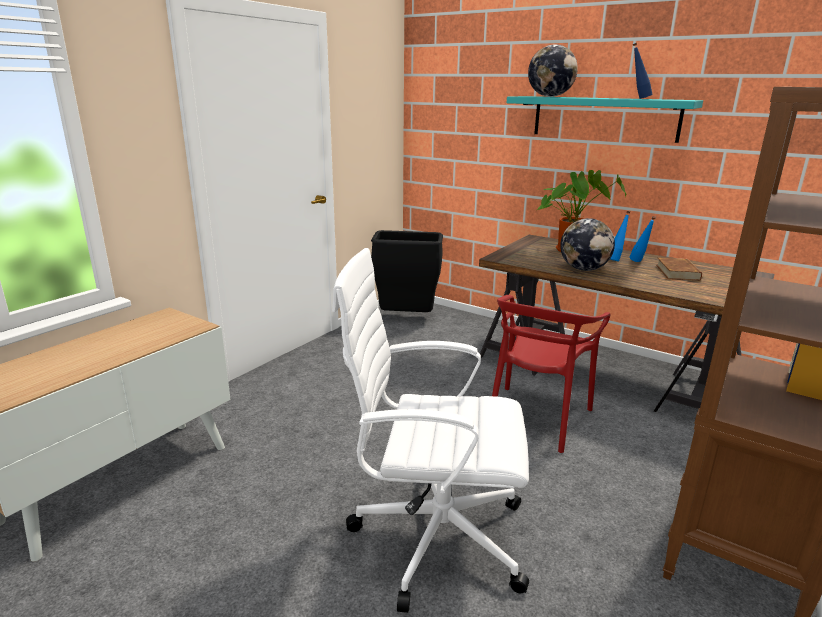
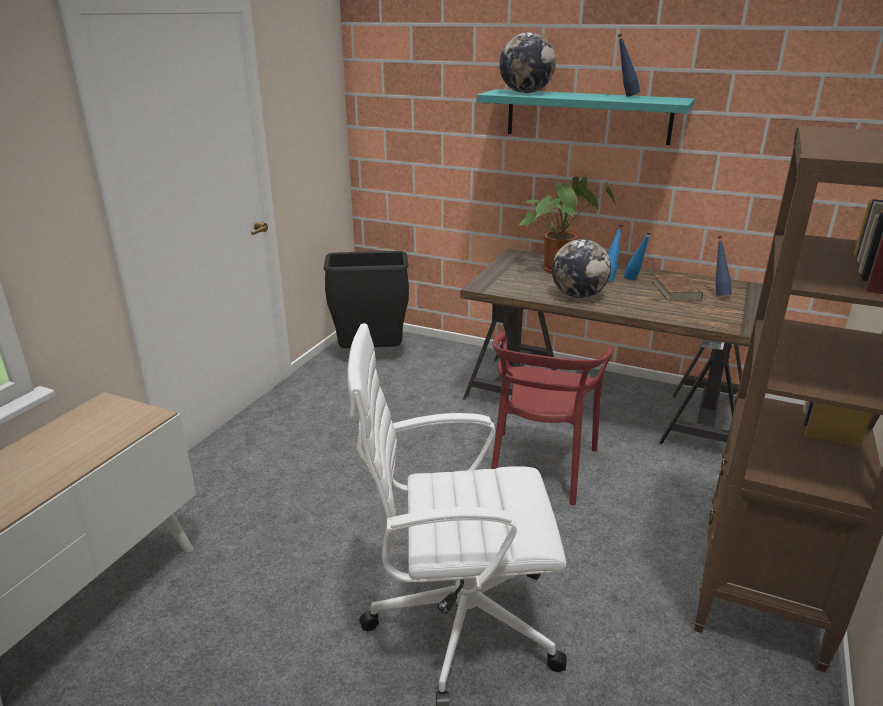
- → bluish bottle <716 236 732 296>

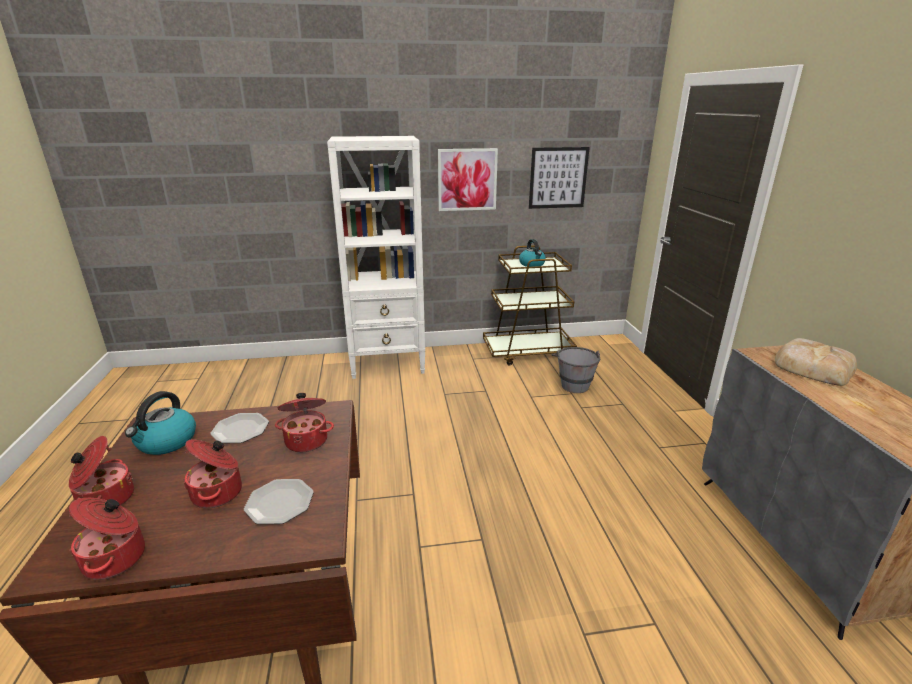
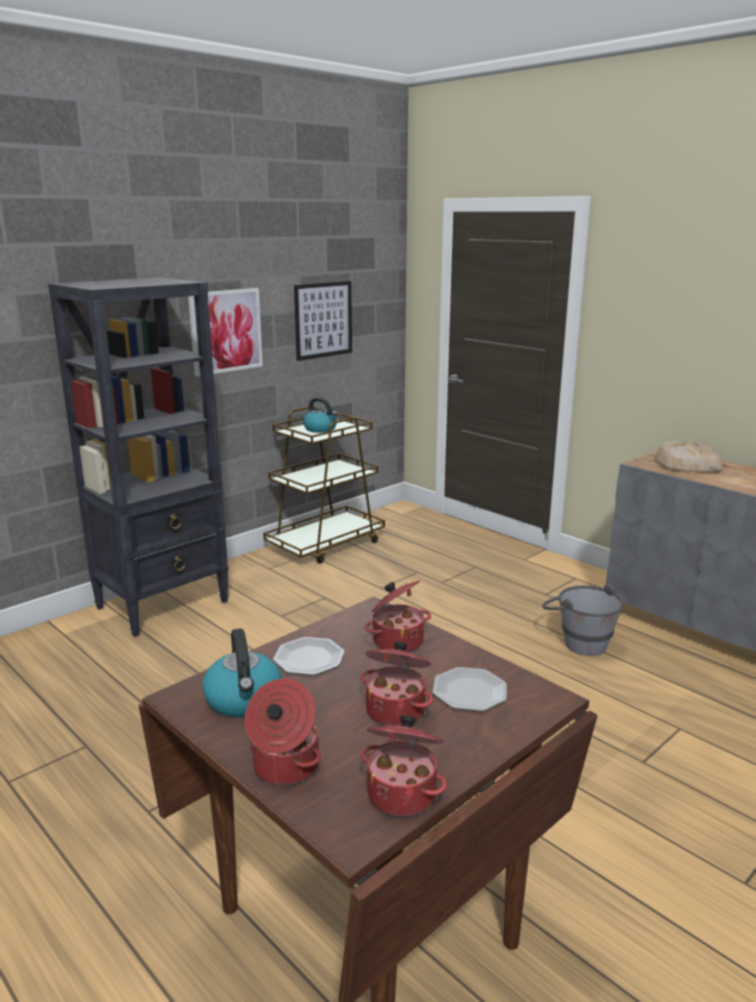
greyish bucket <552 347 600 393> → greyish bucket <542 584 624 656>, relocated
white bookcase <327 136 425 379> → black bookcase <48 277 229 637>

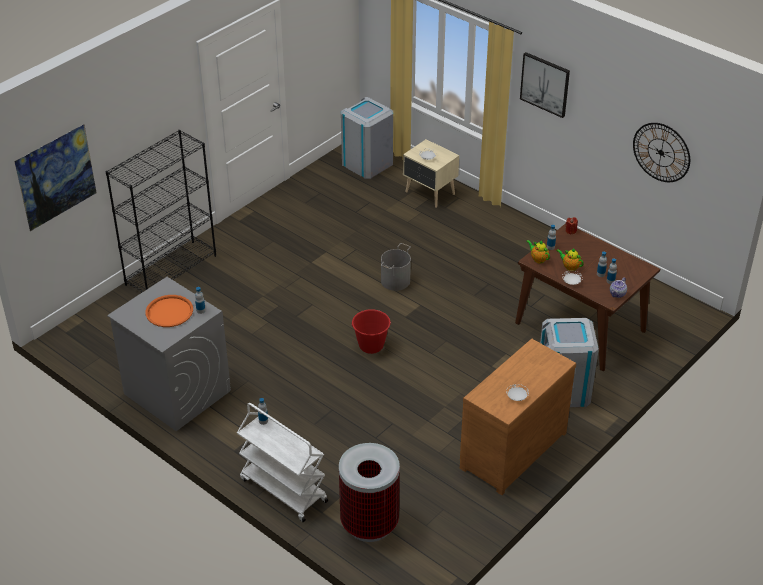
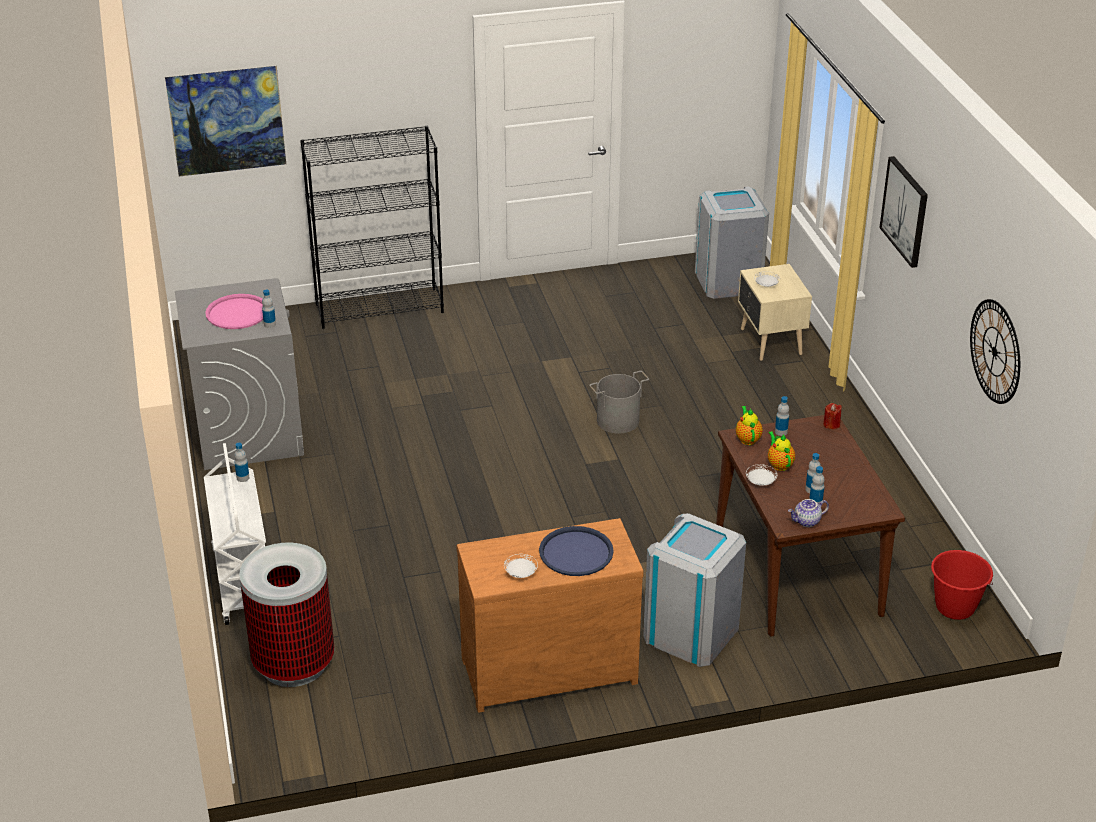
- → bluish tray <539 526 614 576>
red-coloured bucket <351 309 391 354> → red-coloured bucket <931 550 993 620>, relocated
orange tray <145 295 193 327> → pink tray <205 294 263 329>

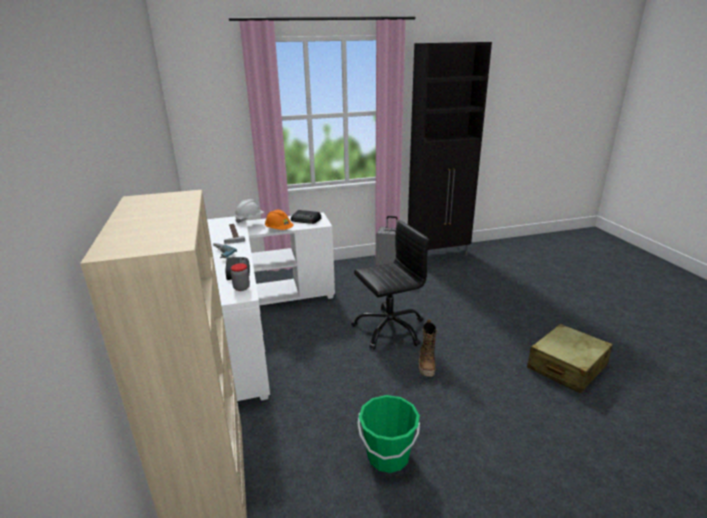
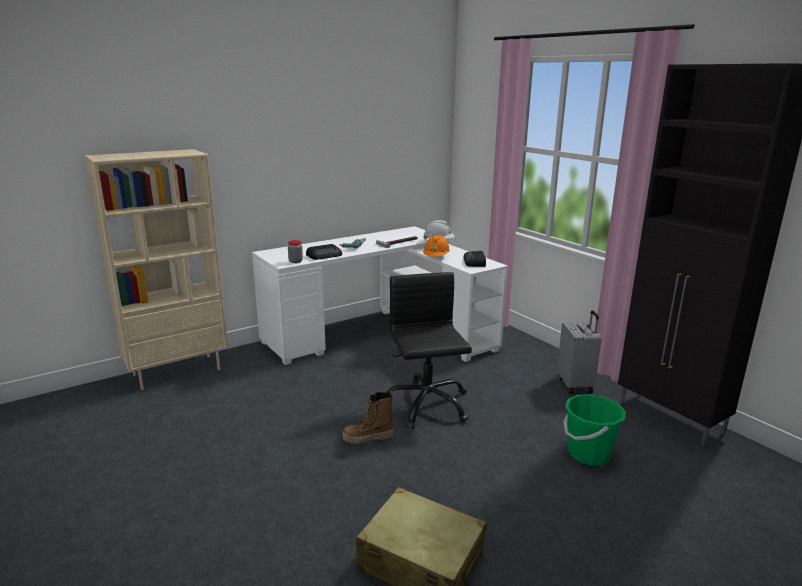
green-coloured bucket <357 395 420 473> → green-coloured bucket <564 394 626 465>, relocated
black desk chair <351 220 430 350> → black desk chair <386 272 472 429>, 150 degrees counterclockwise

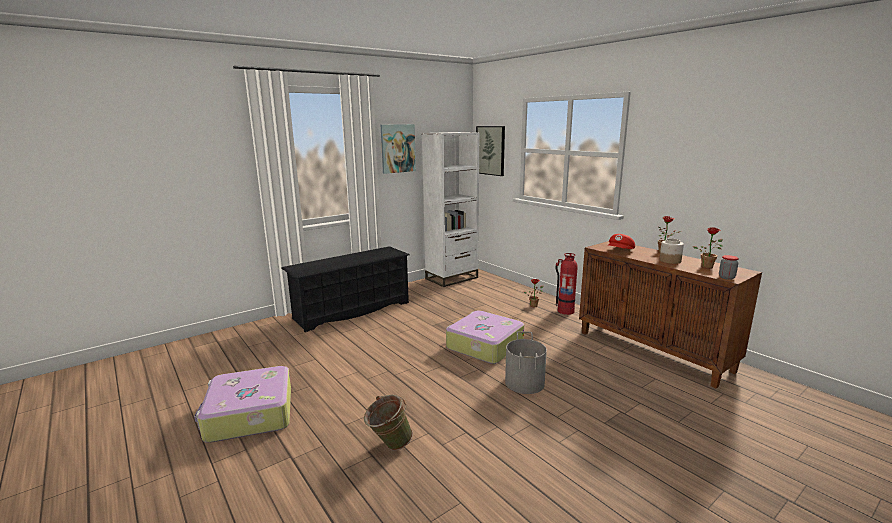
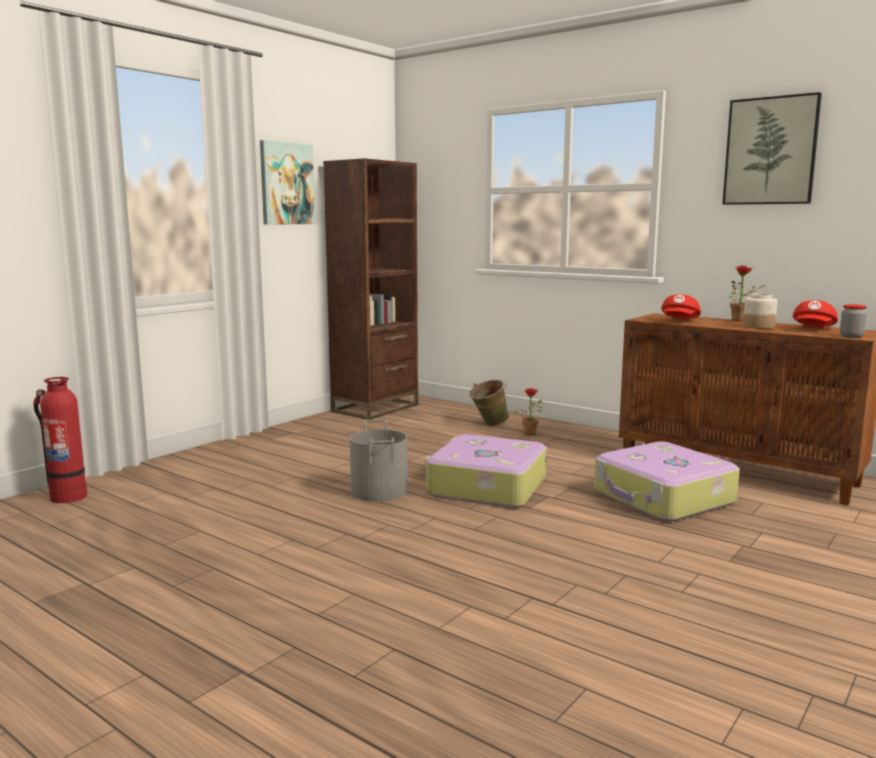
black shoe rack <281 246 410 332> → -
piece of luggage <194 366 291 442> → piece of luggage <594 441 740 522>, relocated
green-coloured bucket <364 395 413 450> → green-coloured bucket <469 380 509 426>, relocated
wall art <476 126 505 176> → wall art <723 92 822 205>, relocated
greyish bucket <505 331 547 394> → greyish bucket <350 420 408 502>, relocated
fire extinguisher <555 253 578 315> → fire extinguisher <33 377 87 503>, relocated
potted plant <693 227 723 269> → red-coloured peaked cap <793 300 838 327>
white bookcase <422 132 480 287> → brown-coloured bookcase <323 158 418 420>

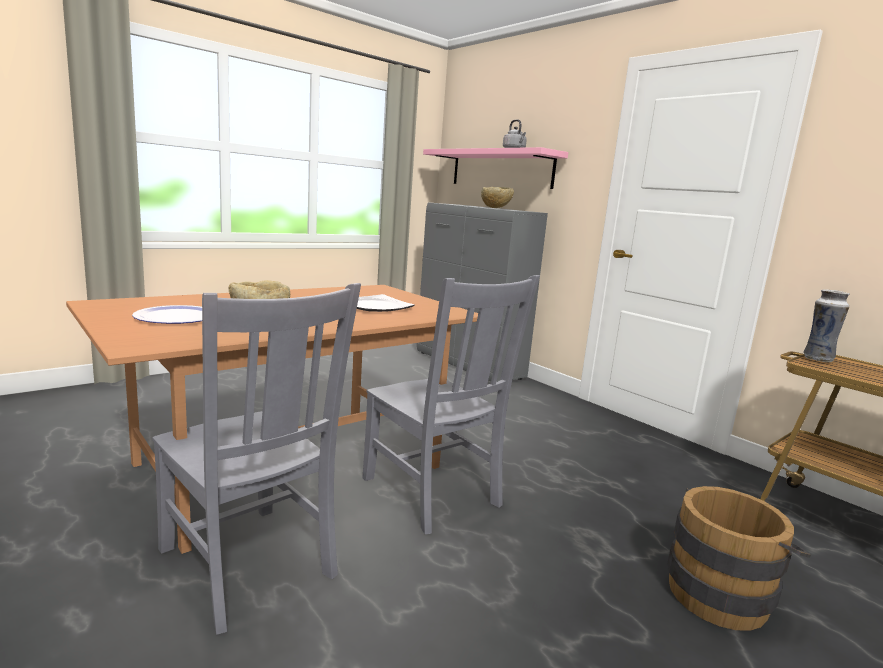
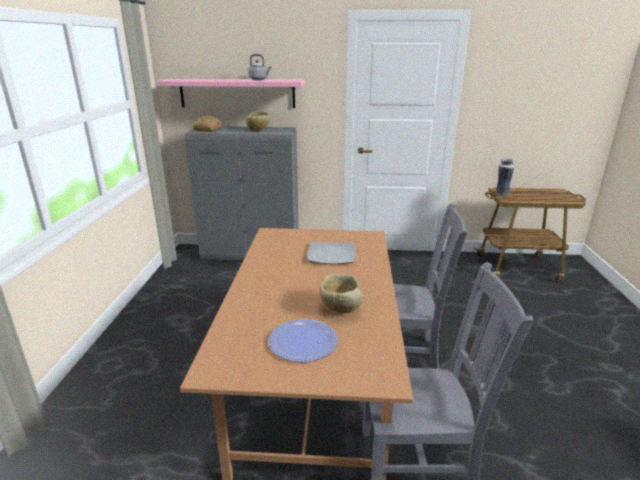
brown-coloured bucket <667 486 811 631> → -
- → bakery bread <193 115 223 132>

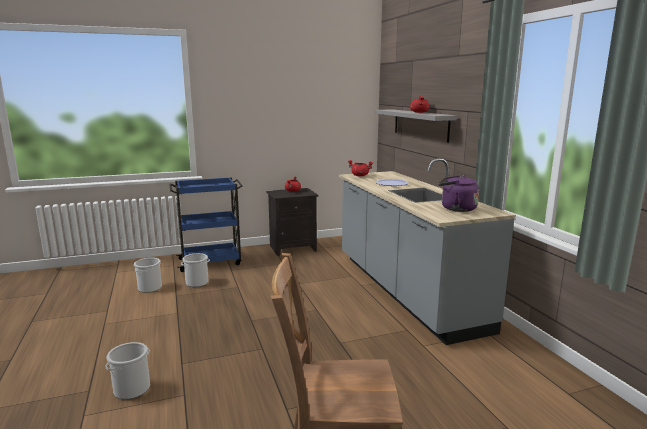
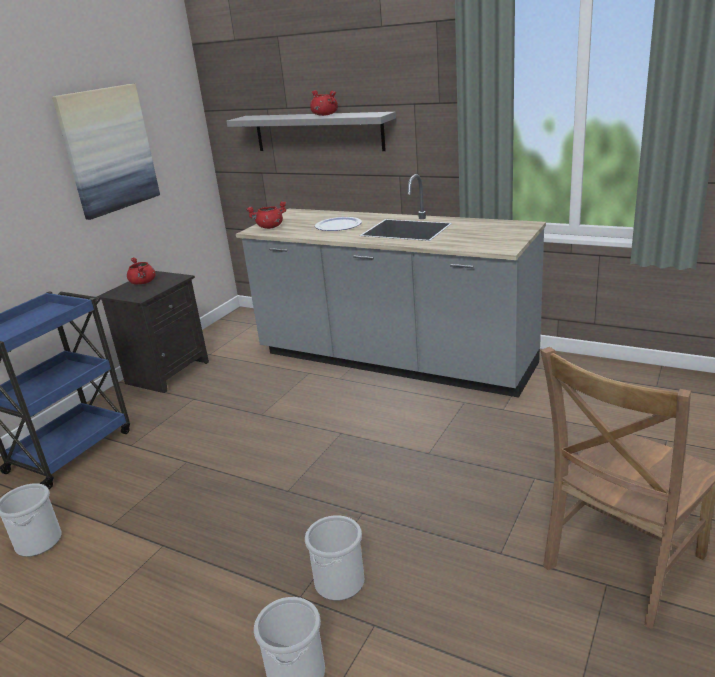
purple tea kettle <438 175 479 212> → -
- → wall art <52 84 160 220>
bucket <181 253 210 287> → bucket <305 515 365 601>, relocated

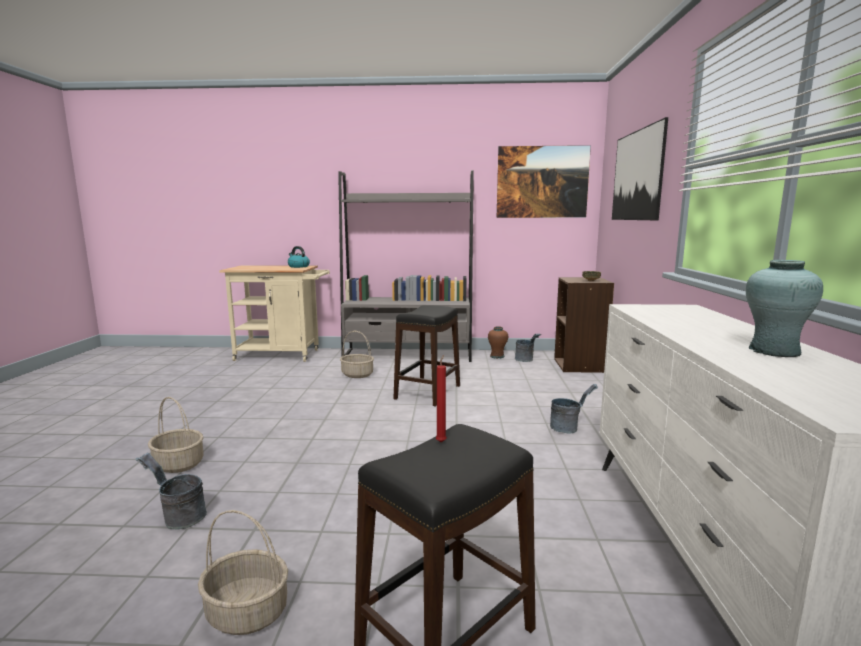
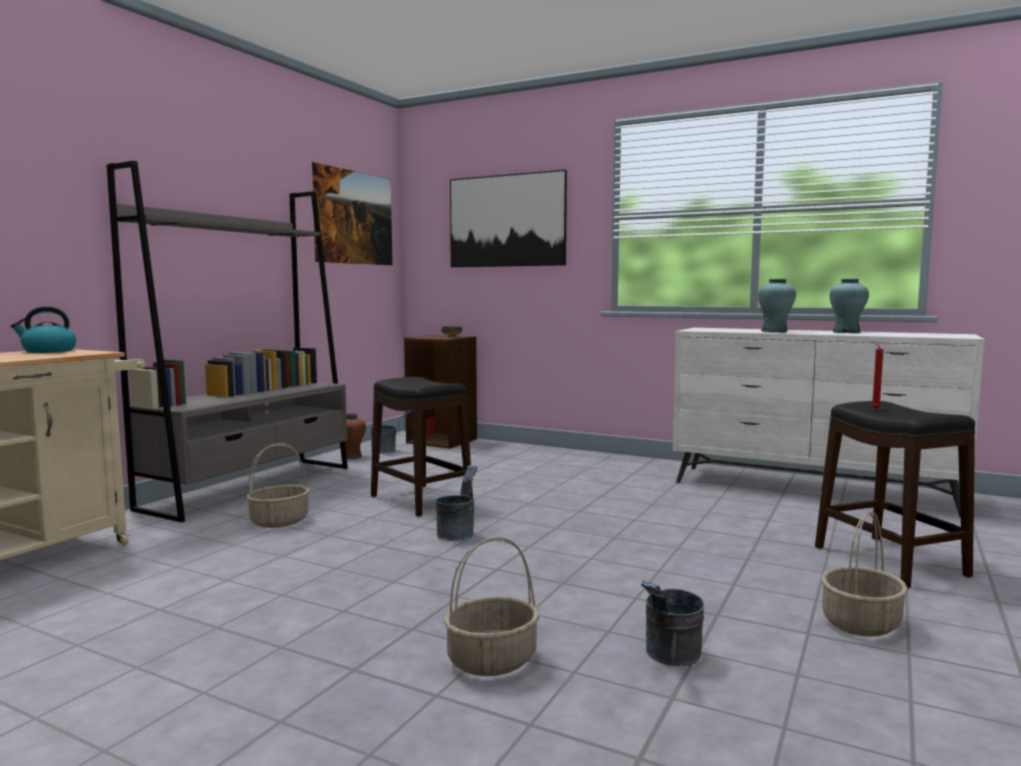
- → blue-green vase <758 279 796 333>
greyish bucket <550 384 598 434> → greyish bucket <436 465 478 541>, relocated

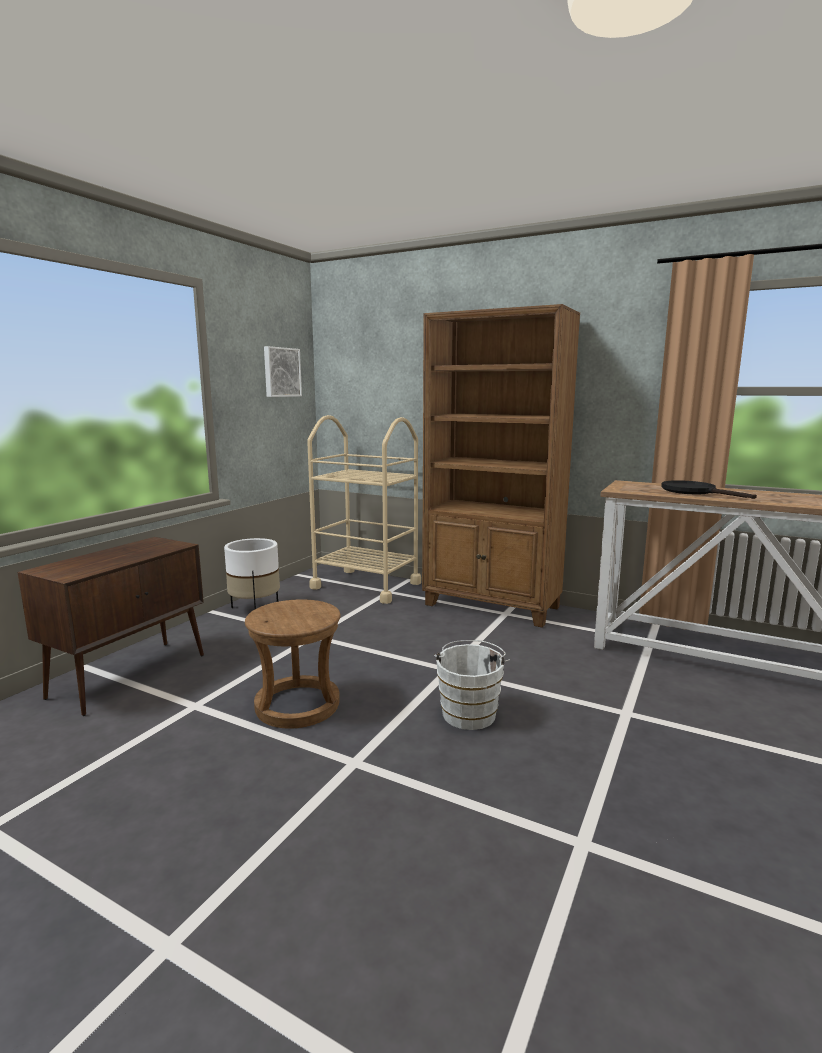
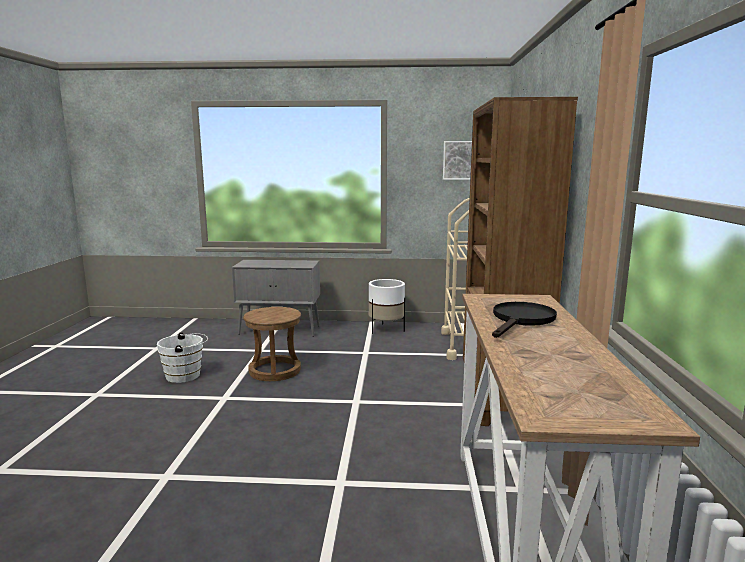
white bucket <434 640 510 730> → white bucket <157 332 208 383>, relocated
brown-coloured cabinet <18 537 204 716> → greyish cabinet <232 260 320 337>

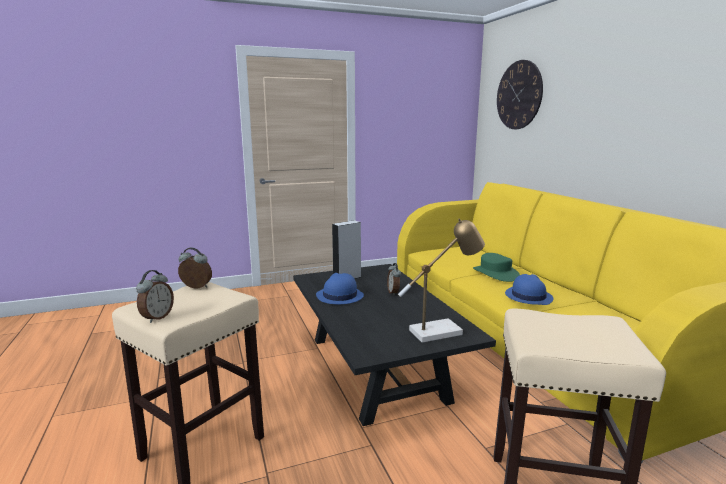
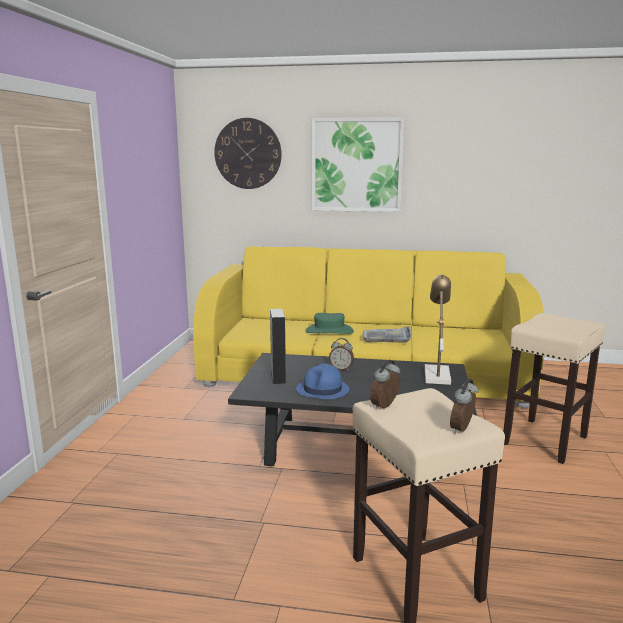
- → wall art <312 117 404 212>
bluish clothing hat <505 274 554 305> → greyish tray <363 326 412 343>
bedside clock <136 270 174 323> → bedside clock <450 379 479 434>, 105 degrees counterclockwise

